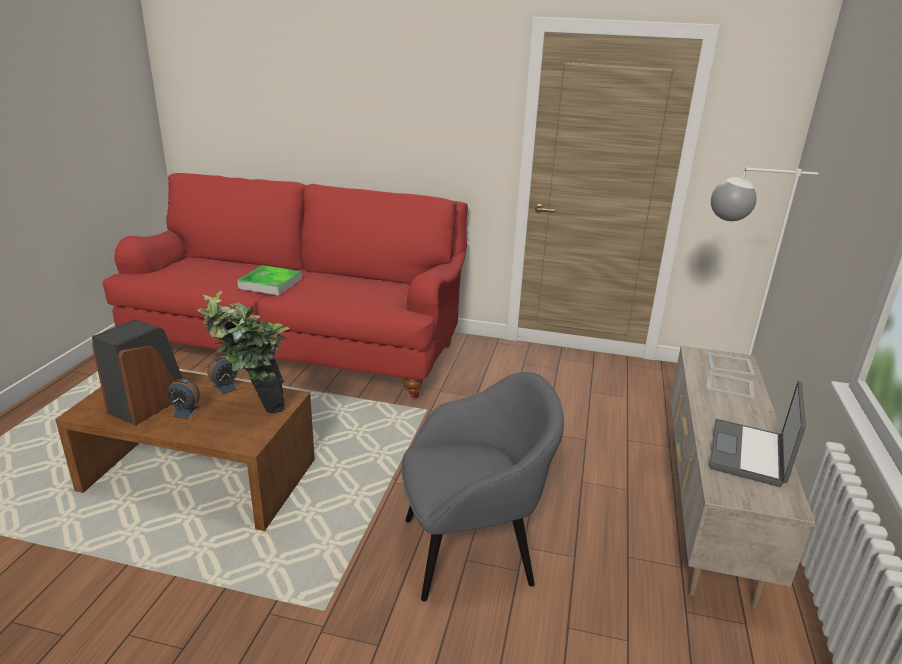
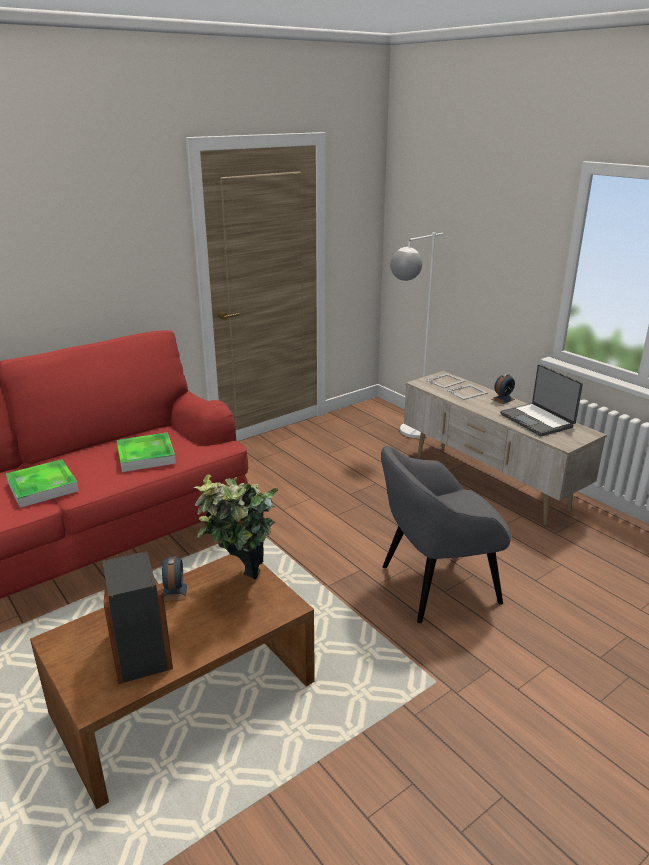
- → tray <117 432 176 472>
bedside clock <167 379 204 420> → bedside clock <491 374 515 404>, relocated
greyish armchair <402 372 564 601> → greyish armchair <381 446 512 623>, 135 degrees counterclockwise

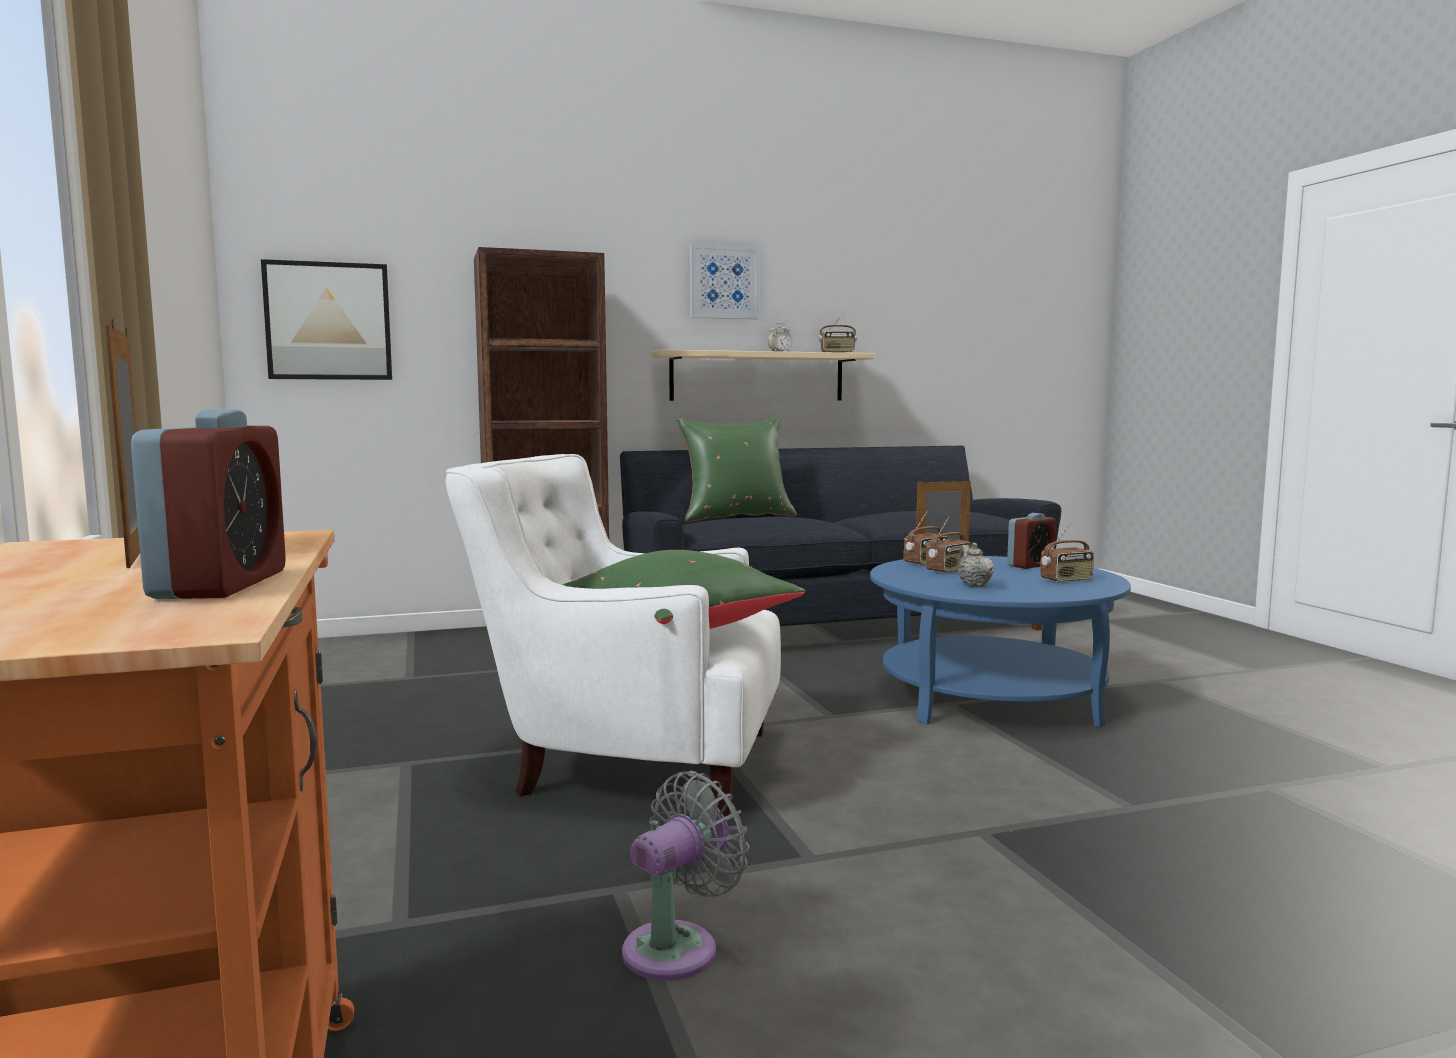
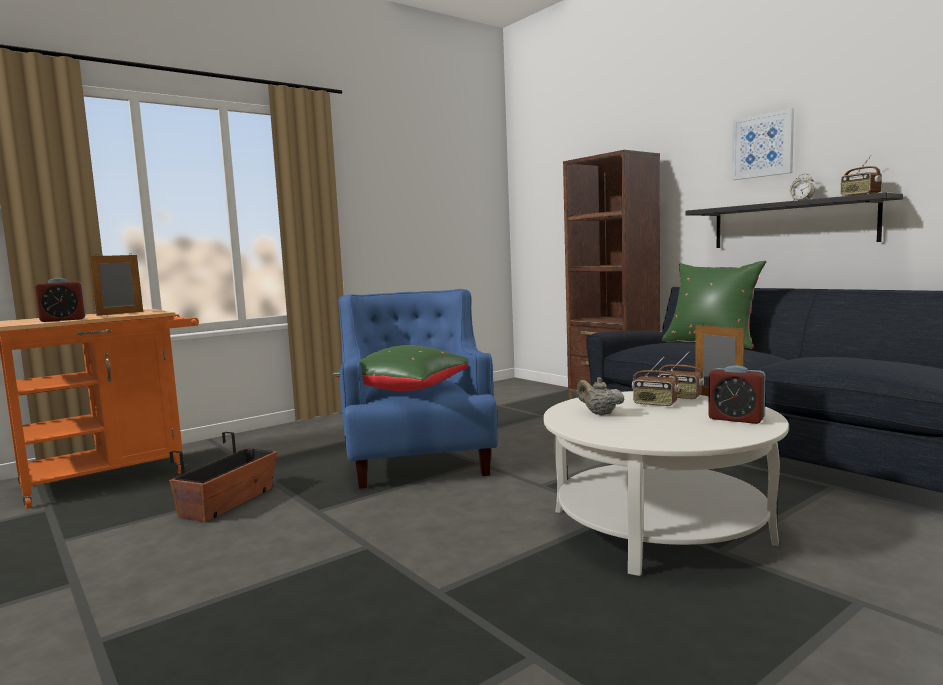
wall art <261 259 392 380> → -
radio receiver <1040 523 1094 582> → -
greyish cooling fan <622 771 749 981> → planter <169 432 277 522>
white armchair <446 454 781 817> → bluish armchair <338 289 498 489>
beige-coloured shelf <652 350 875 401> → black shelf <686 192 903 248>
bluish low table <870 556 1131 727> → white low table <543 391 789 576>
beige-coloured pot for tea <958 542 994 587> → beige-coloured pot for tea <577 377 625 415>, 105 degrees counterclockwise

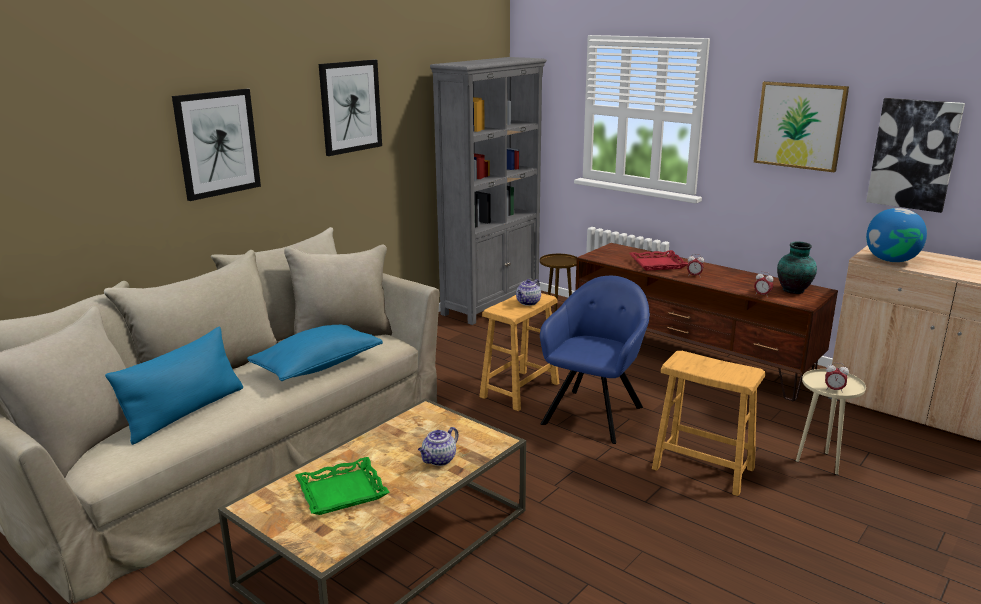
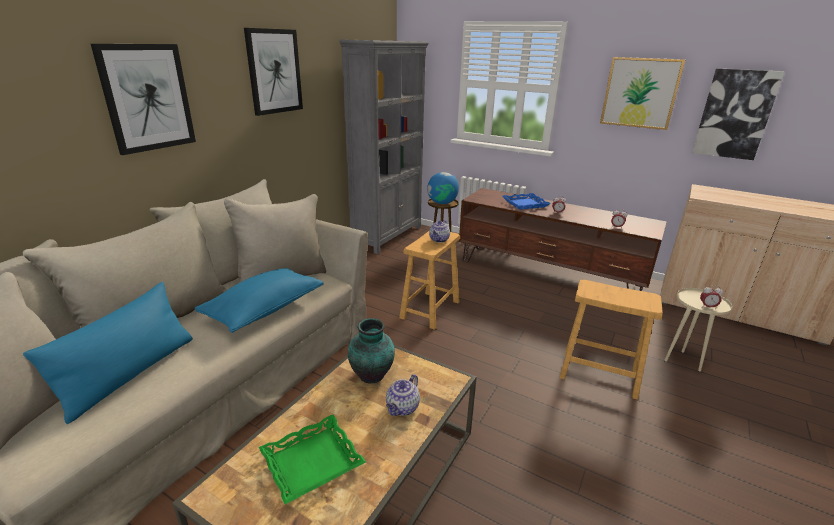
bluish armchair <540 276 650 444> → -
vase <777 242 817 294> → vase <348 318 395 383>, relocated
desk globe <866 208 927 262> → desk globe <427 172 459 204>, relocated
red-coloured tray <629 250 688 271> → bluish tray <502 193 551 210>

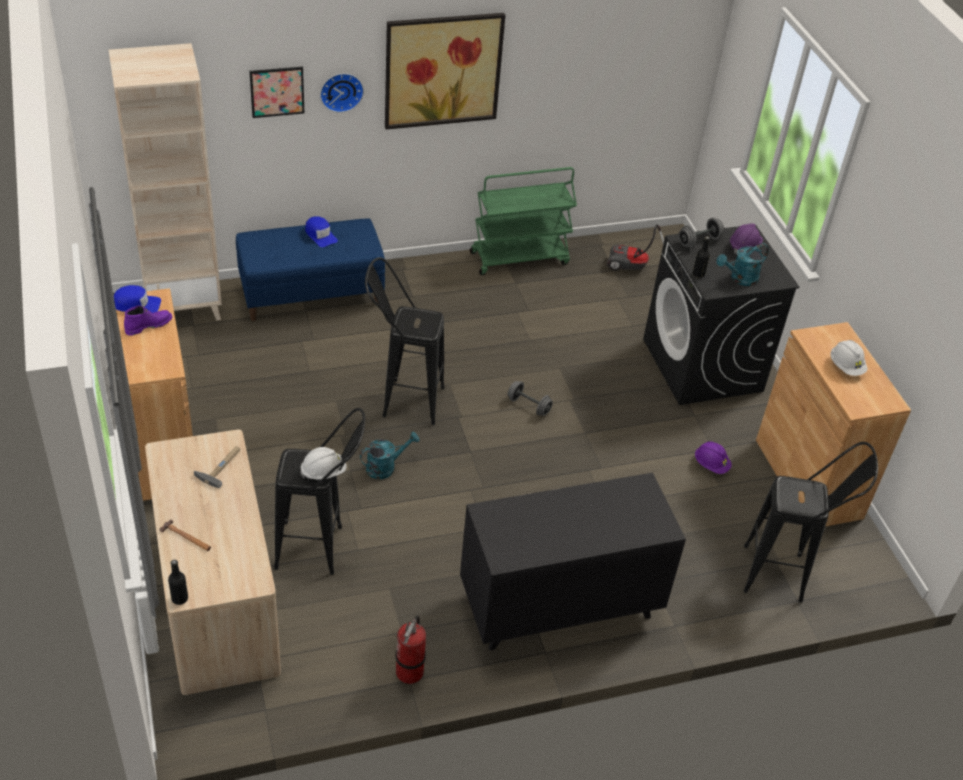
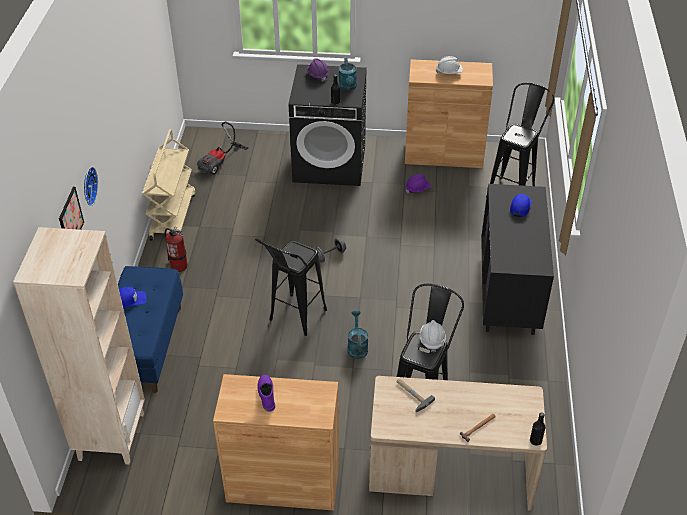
wall art <385 13 505 130> → -
greyish free weight <679 218 724 248> → -
bluish peaked cap <114 285 161 313> → bluish peaked cap <510 194 532 217>, relocated
fire extinguisher <395 615 426 684> → fire extinguisher <165 227 188 272>, relocated
green-coloured trolley <470 167 577 275> → beige-coloured trolley <142 129 195 241>

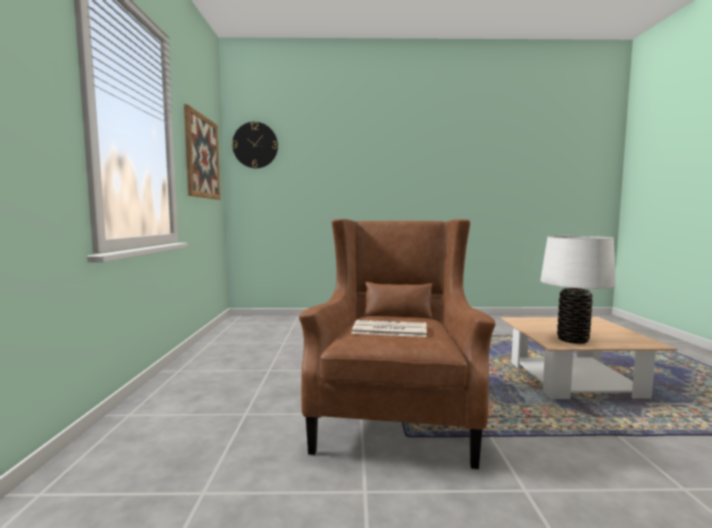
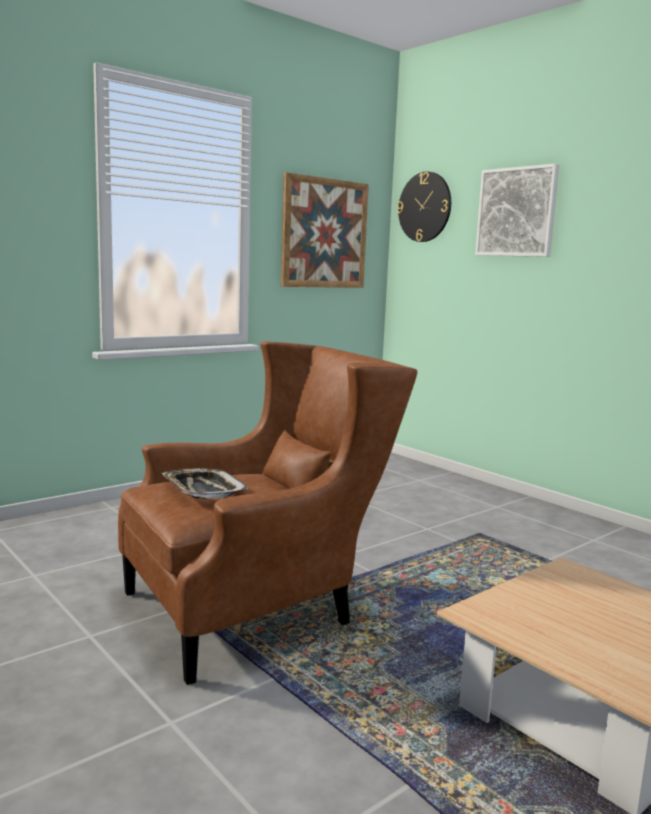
white lamp for a table <540 236 616 344> → -
- → wall art <475 164 559 257>
daily paper <351 320 427 337> → tray <162 468 248 499>

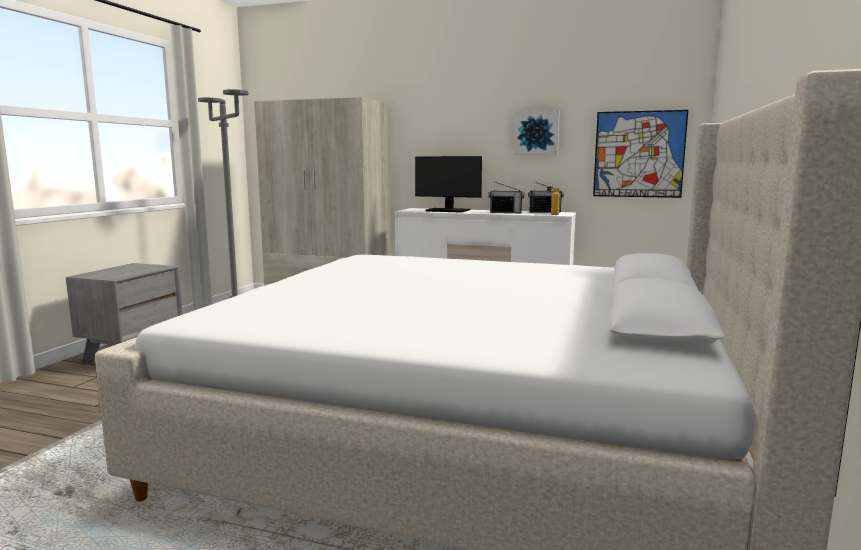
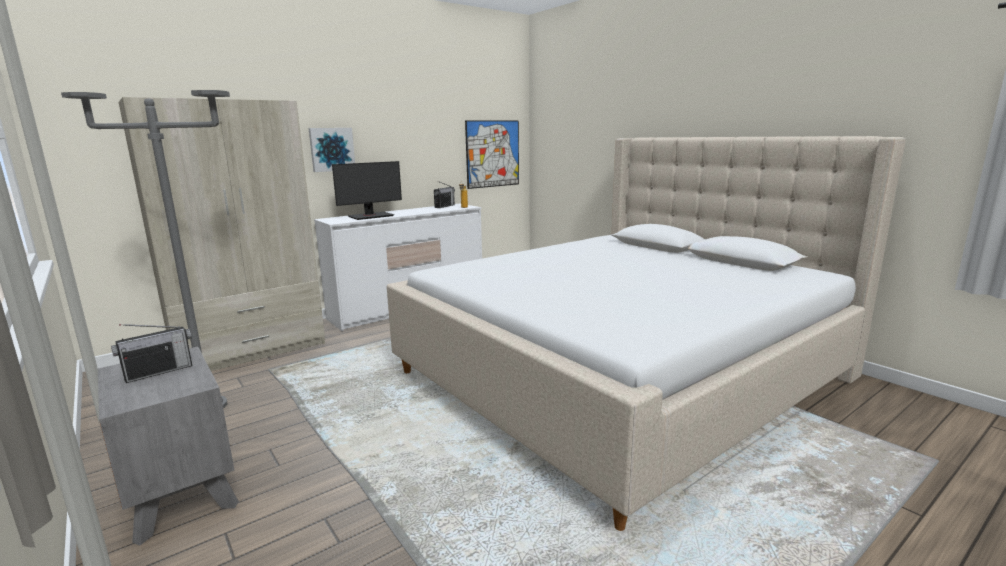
radio receiver <488 182 524 213> → radio receiver <111 324 192 383>, relocated
wall art <515 110 560 155> → wall art <309 128 355 172>, relocated

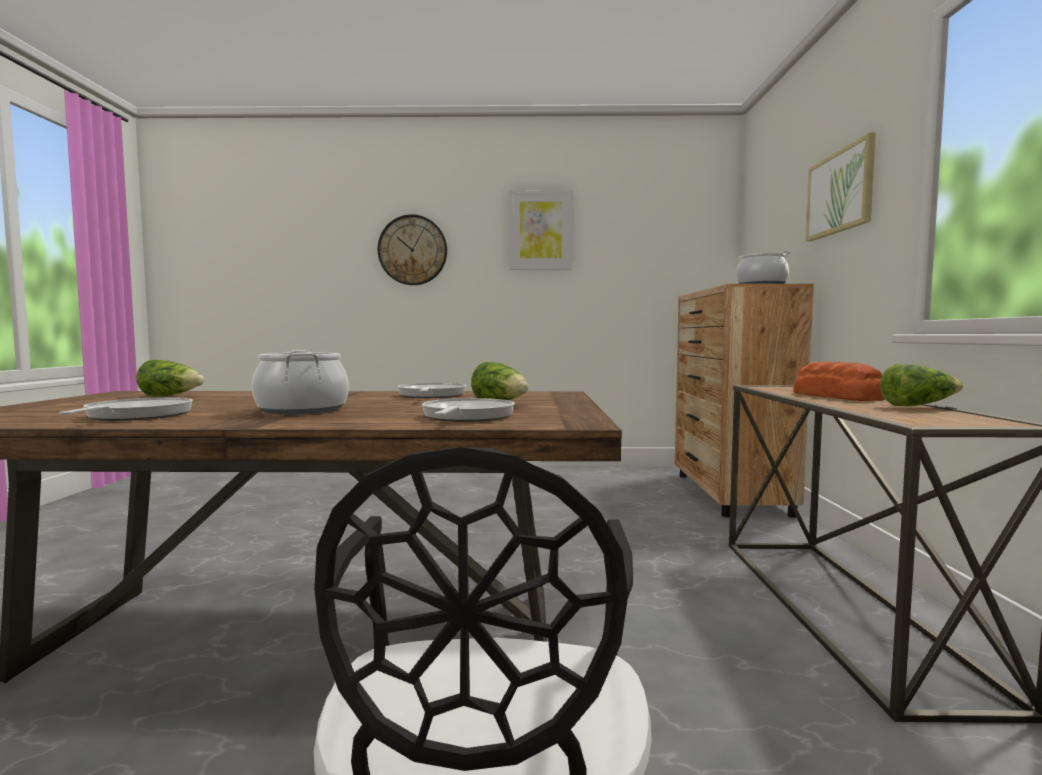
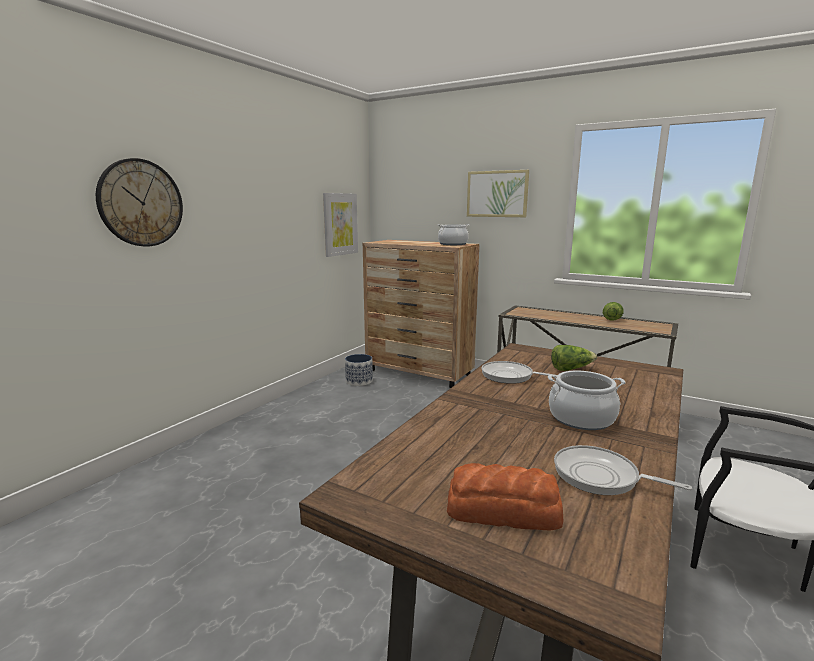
lettuce head <136 360 205 397> → -
skillet <422 398 515 422> → -
- → planter <345 354 373 386>
wall art <509 190 573 270> → wall art <323 193 358 257>, relocated
bakery bread <793 362 885 401> → bakery bread <447 463 564 531>, relocated

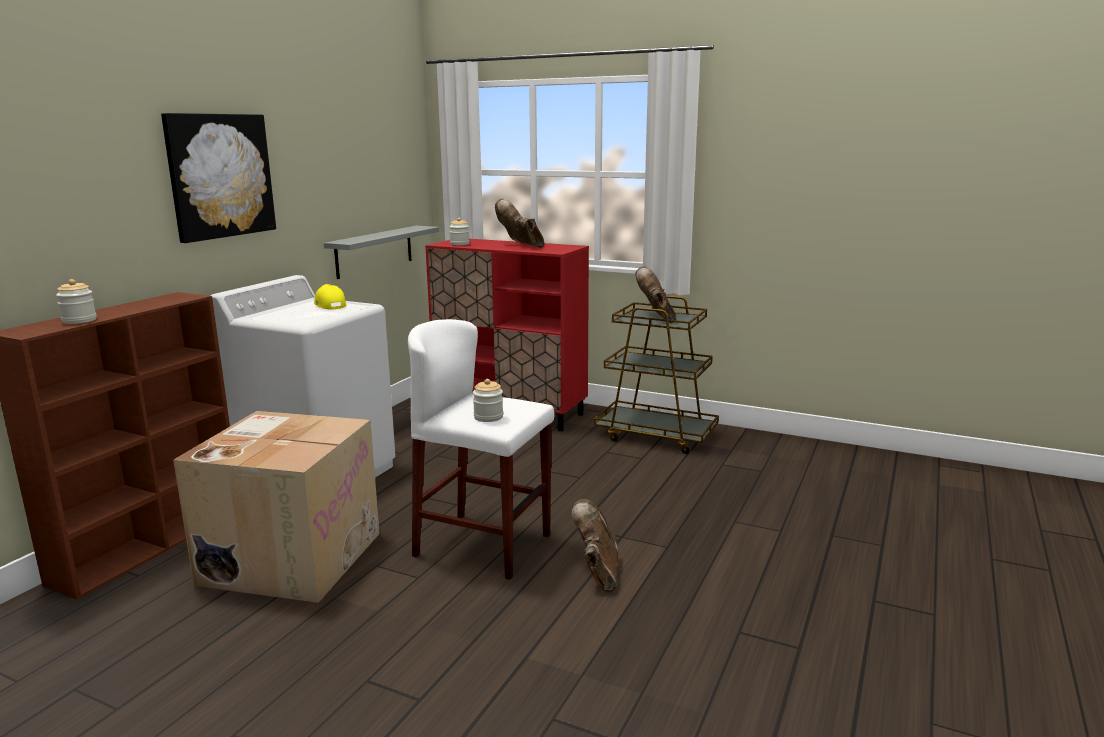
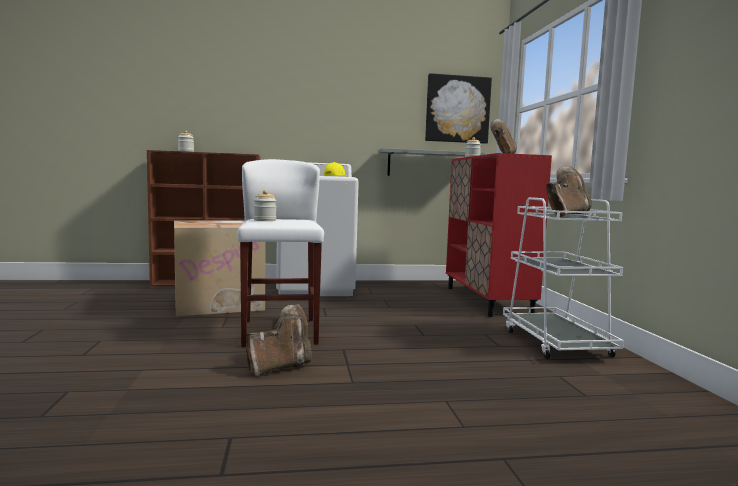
wall art <161 113 276 243> → wall art <425 73 492 144>, relocated
brown-coloured trolley <594 296 719 454> → white trolley <503 197 624 359>

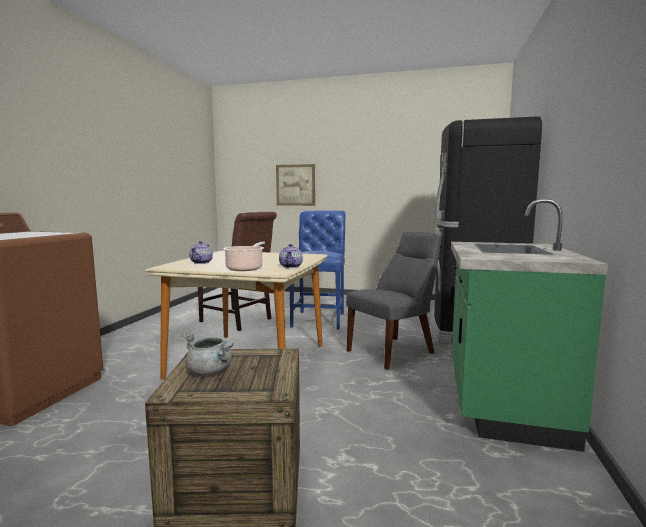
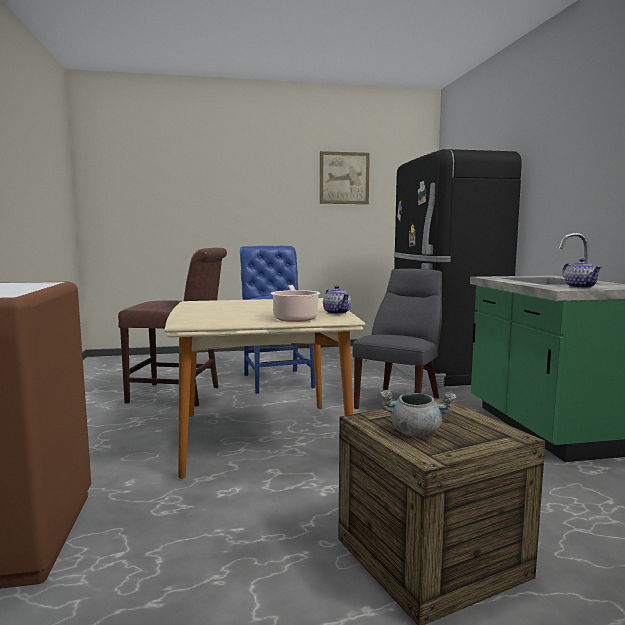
pot for tea <189 241 213 264> → pot for tea <562 258 602 288>, relocated
wall art <276 164 315 206> → wall art <320 151 370 204>, relocated

